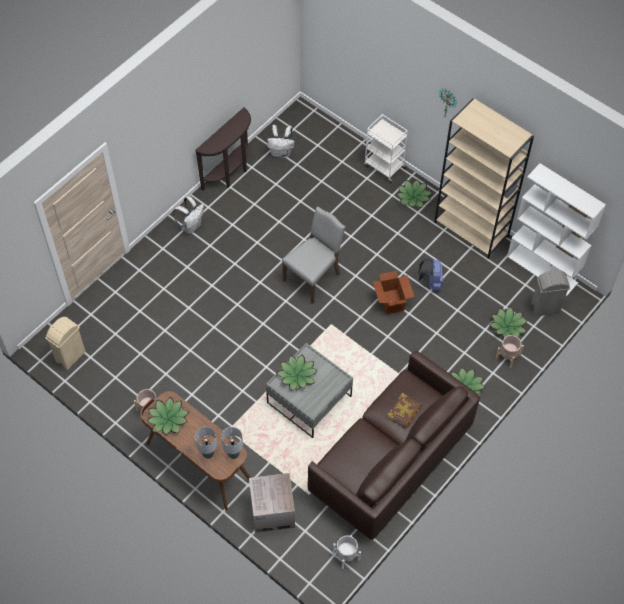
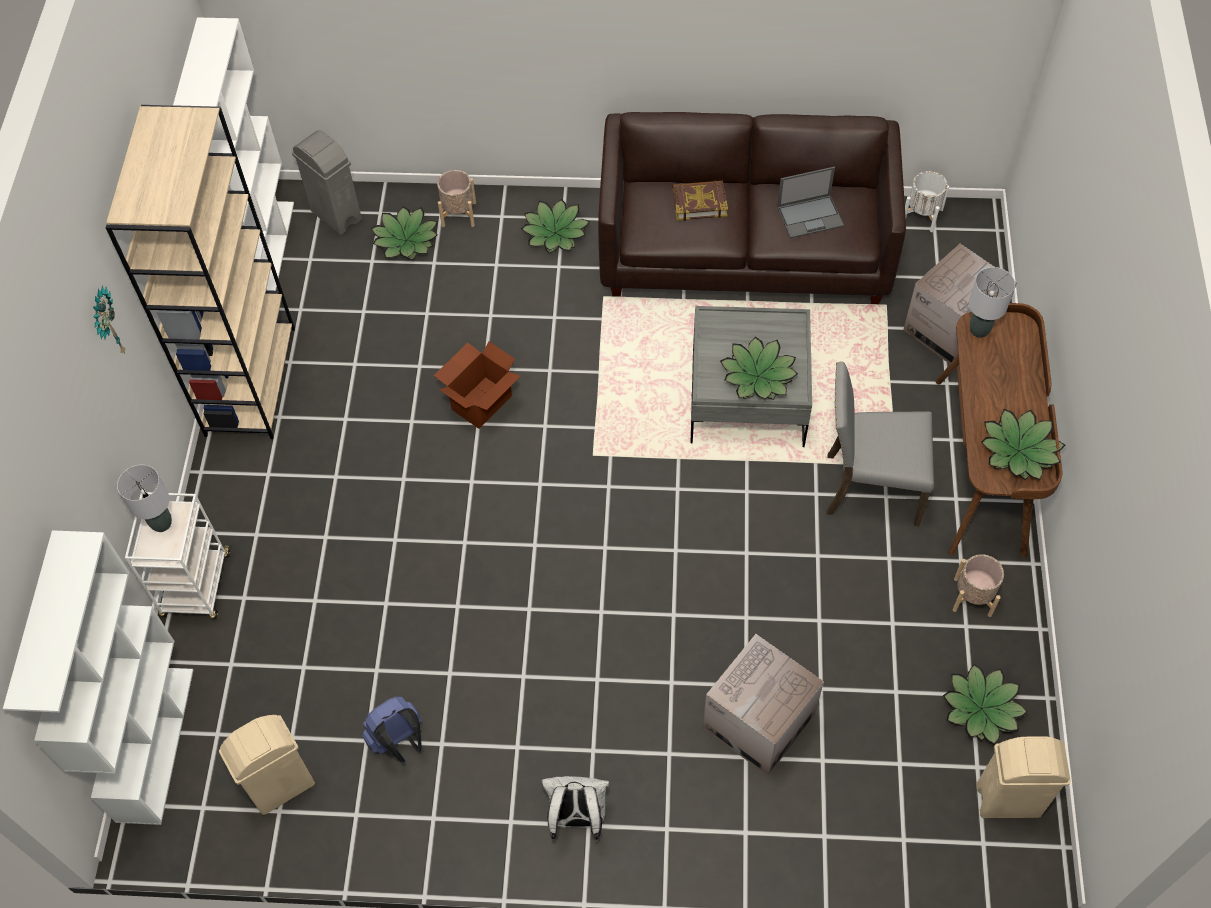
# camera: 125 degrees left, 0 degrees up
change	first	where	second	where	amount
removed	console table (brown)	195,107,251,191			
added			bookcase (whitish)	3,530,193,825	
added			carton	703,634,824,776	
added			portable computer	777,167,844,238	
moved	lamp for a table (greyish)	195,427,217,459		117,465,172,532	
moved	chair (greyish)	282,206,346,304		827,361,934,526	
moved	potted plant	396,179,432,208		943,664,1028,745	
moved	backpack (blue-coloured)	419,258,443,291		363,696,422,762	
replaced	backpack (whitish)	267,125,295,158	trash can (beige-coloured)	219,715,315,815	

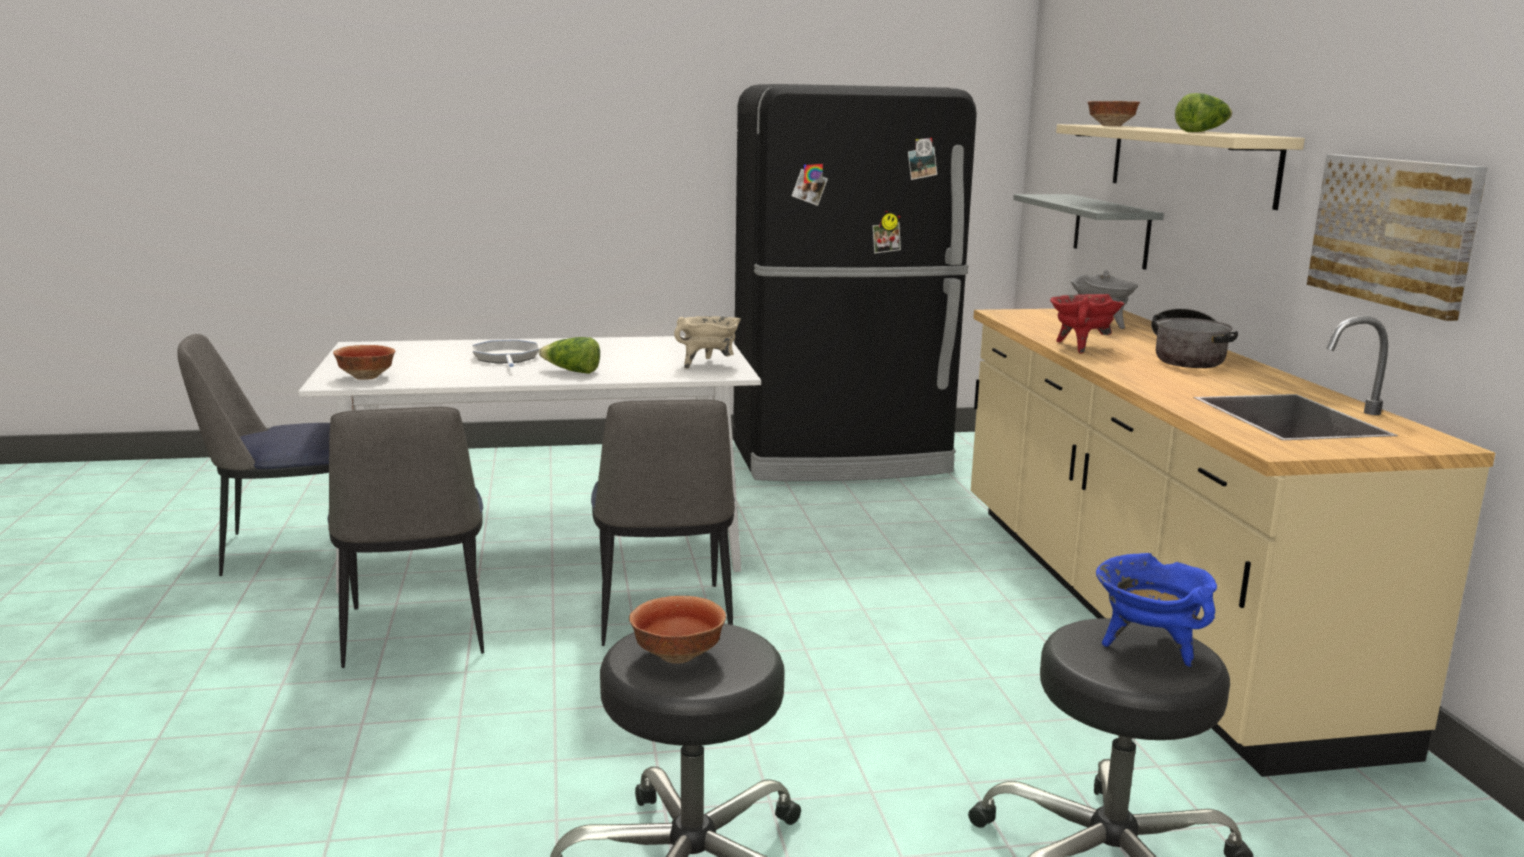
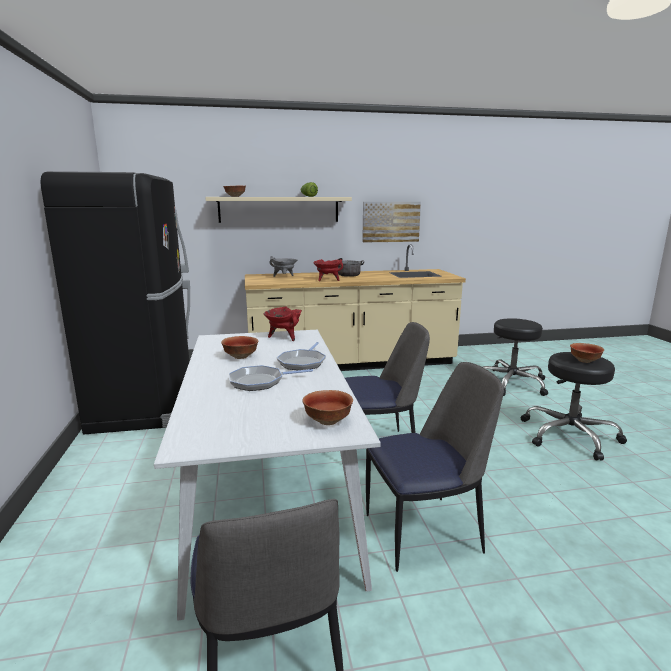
# camera: 90 degrees left, 0 degrees up
change	first	where	second	where	amount
removed	shelf (greyish)	1013,194,1164,270			
removed	saucepot (blue-coloured)	1096,553,1217,667			
added			bowl	221,336,259,359	
replaced	lettuce	539,337,600,374	skillet	277,342,326,370	
recoloured	saucepot (beige-coloured)	674,316,741,369	saucepot (red)	264,307,302,341	

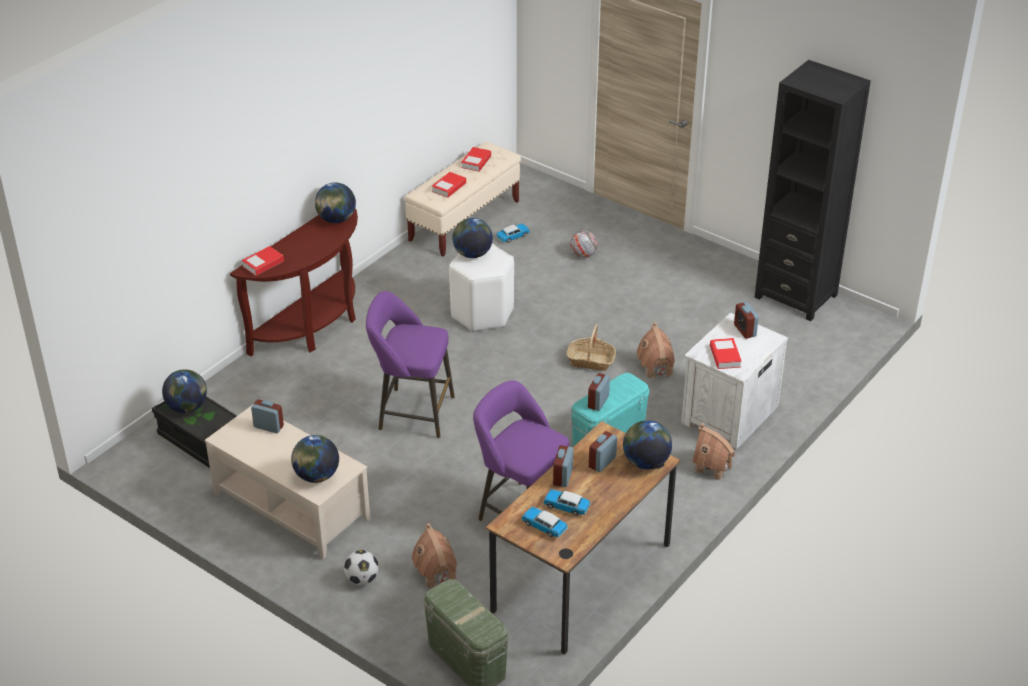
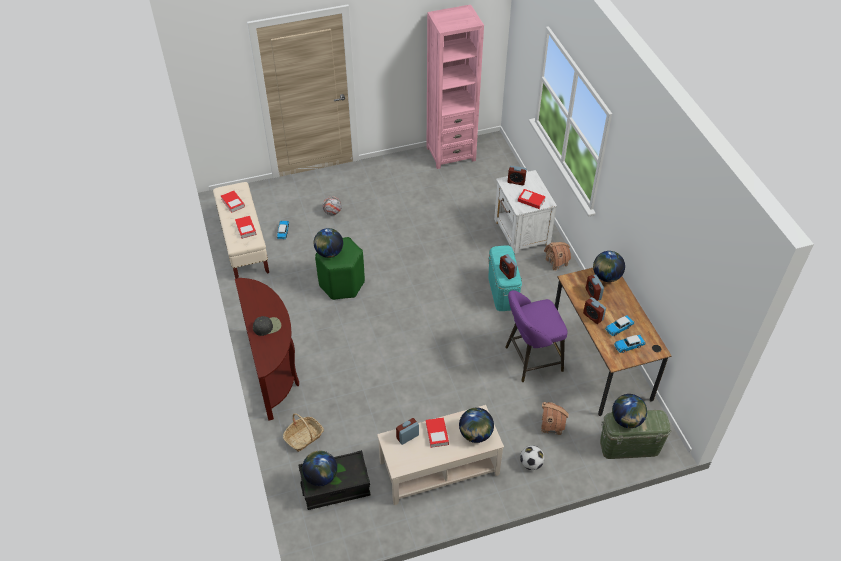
# camera: 55 degrees left, 10 degrees up
change	first	where	second	where	amount
removed	stool (purplish)	366,291,455,438			
removed	miniature house	637,322,675,379			
added			baseball cap (blackish)	253,316,281,336	
moved	book	242,246,284,276		426,418,449,448	
moved	globe	315,182,356,223		612,394,647,428	
moved	basket	567,324,616,371		283,413,324,452	
recoloured	stool (whitish)	449,244,514,332	stool (green)	315,237,365,300	
recoloured	bookcase (blackish)	755,60,871,321	bookcase (pink-coloured)	427,5,484,169	

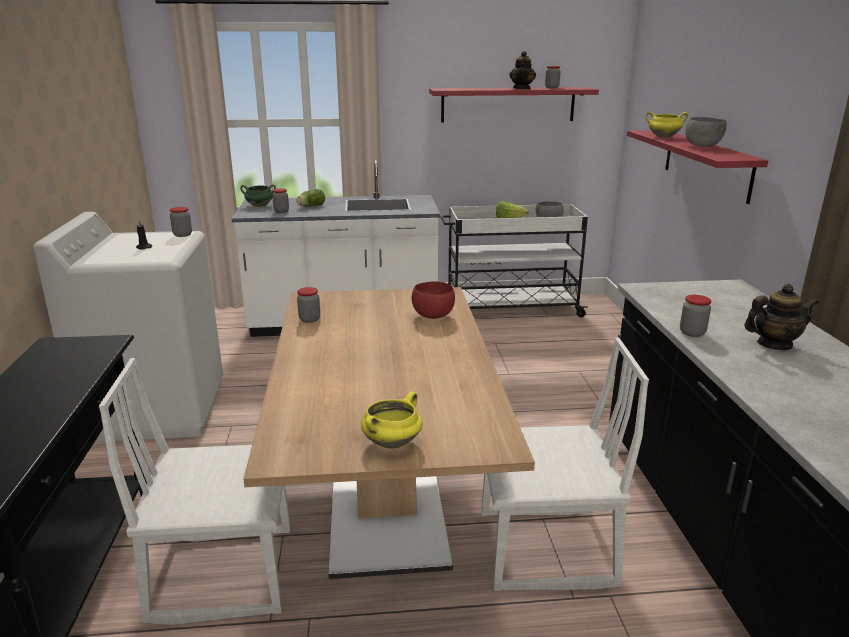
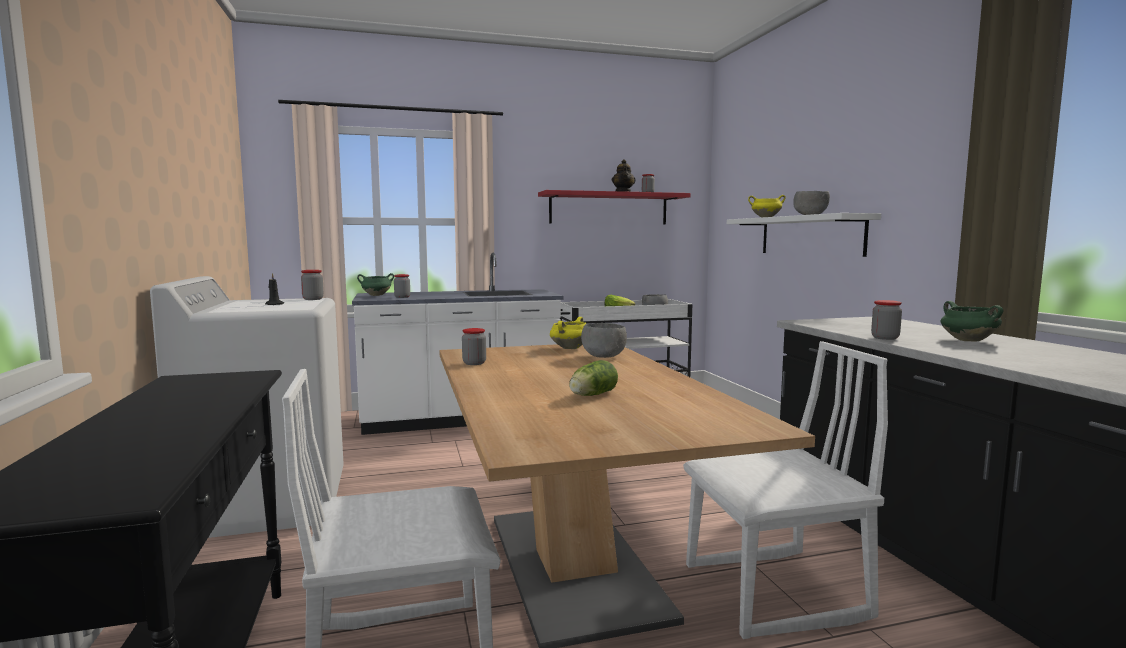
# camera: 10 degrees left, 15 degrees down
change	first	where	second	where	amount
moved	lettuce	296,189,325,206		569,360,618,396	
moved	saucepot (yellow)	361,391,423,449		550,317,586,349	
replaced	pot for tea	744,284,819,350	saucepot (green)	941,301,1003,342	
recoloured	bowl (red)	412,281,455,319	bowl (greyish)	581,323,627,358	
recoloured	shelf (red)	627,130,768,204	shelf (whitish)	727,213,881,257	

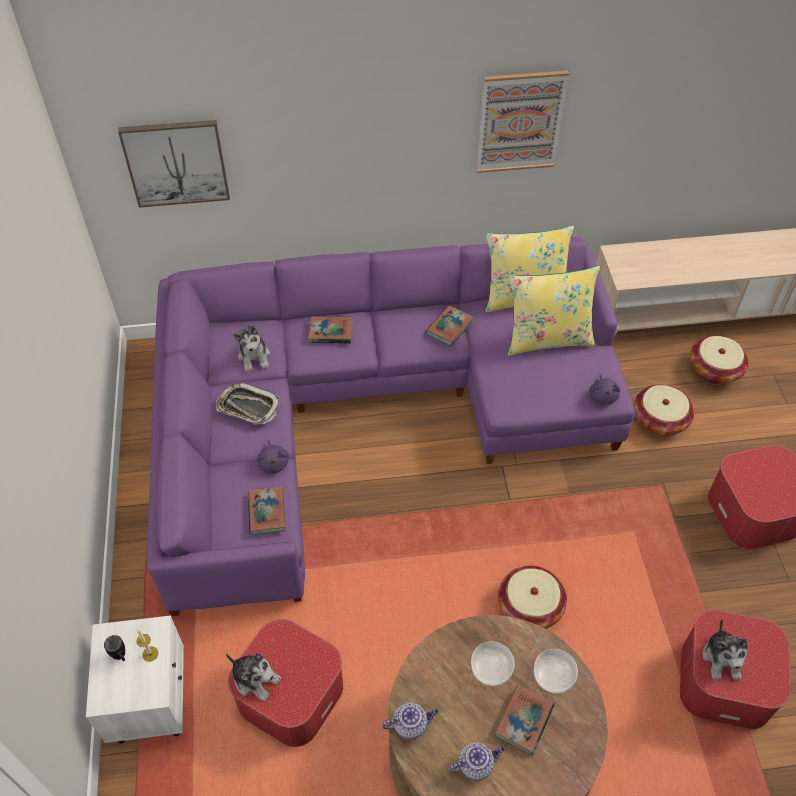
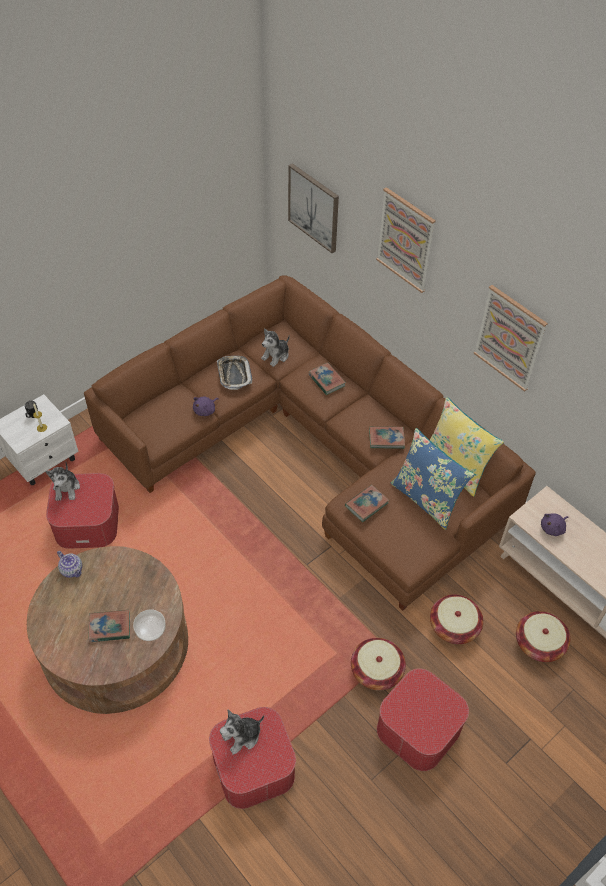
# camera: 55 degrees right, 0 degrees up
change	first	where	second	where	amount
removed	pot for tea	449,742,505,781			
removed	bowl	471,642,515,686			
added			wall picture	376,187,436,293	
moved	book	248,487,285,535		345,485,389,522	
moved	basket	498,566,567,629		351,638,406,691	
moved	plush toy (purplish)	589,375,620,404		541,514,569,536	
recoloured	couch (purplish)	147,237,635,616	couch (brown)	84,275,536,611	
recoloured	cushion (yellow)	508,266,600,355	cushion (blue-coloured)	391,428,475,530	

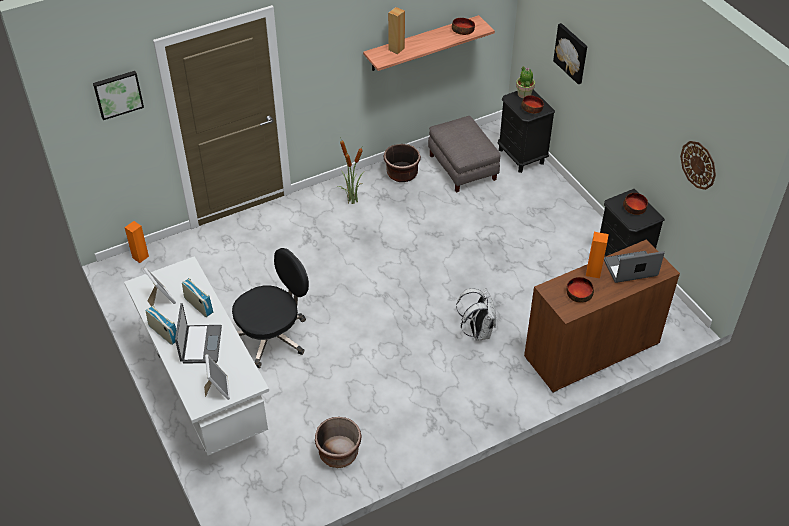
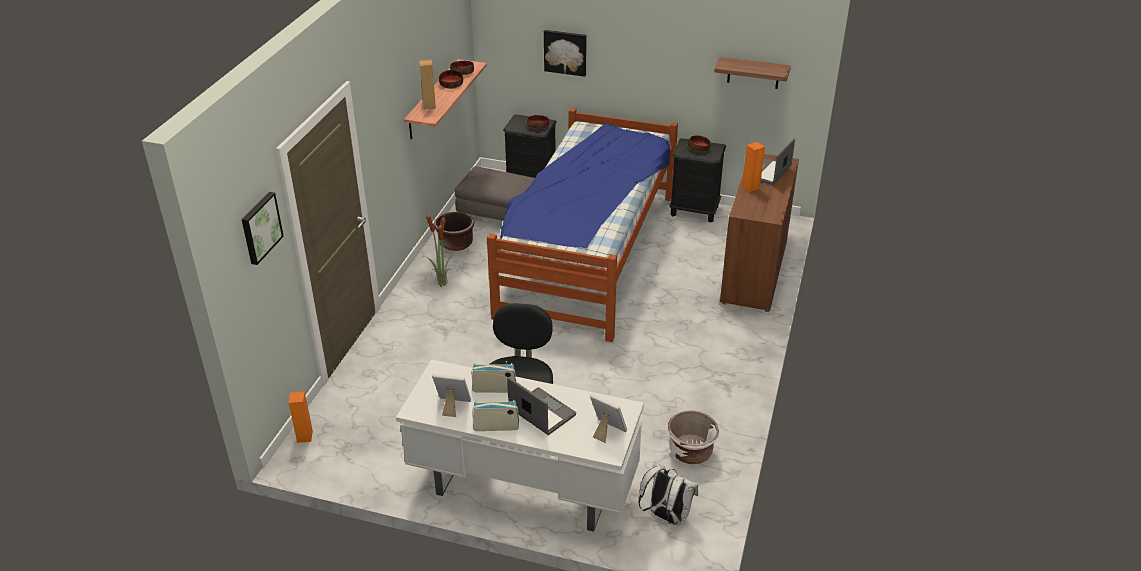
# camera: 45 degrees left, 10 degrees down
change	first	where	second	where	amount
removed	potted plant	516,66,535,98			
added			bed	487,108,678,342	
moved	backpack (whitish)	456,288,496,340		638,462,698,526	
moved	bowl	567,277,594,303		439,70,463,89	
replaced	wall clock	680,141,716,190	shelf	714,57,791,89	
recoloured	planter (brown)	315,417,362,468	planter (whitish)	667,411,719,464	

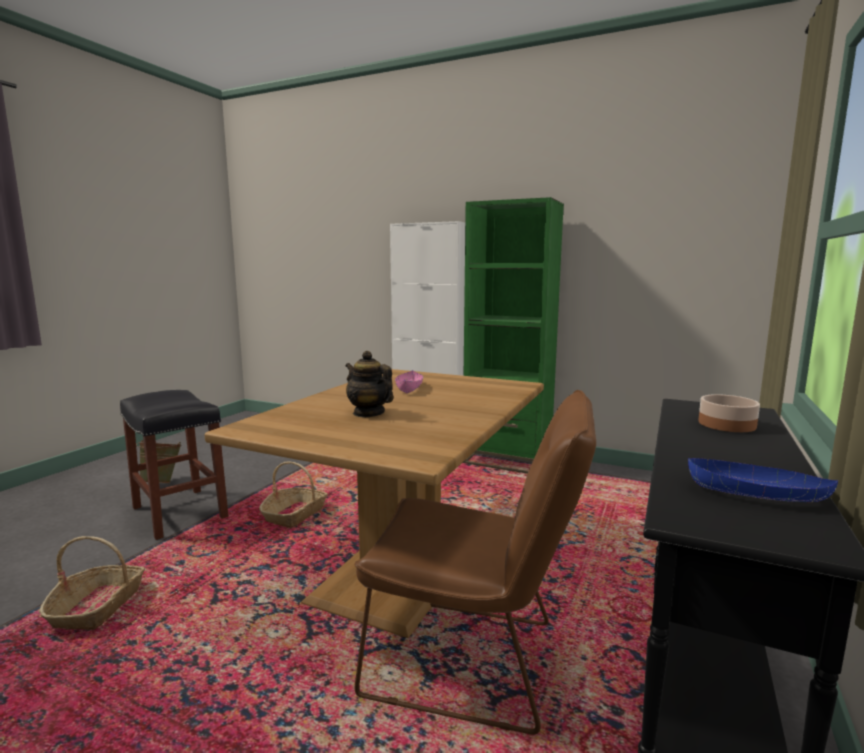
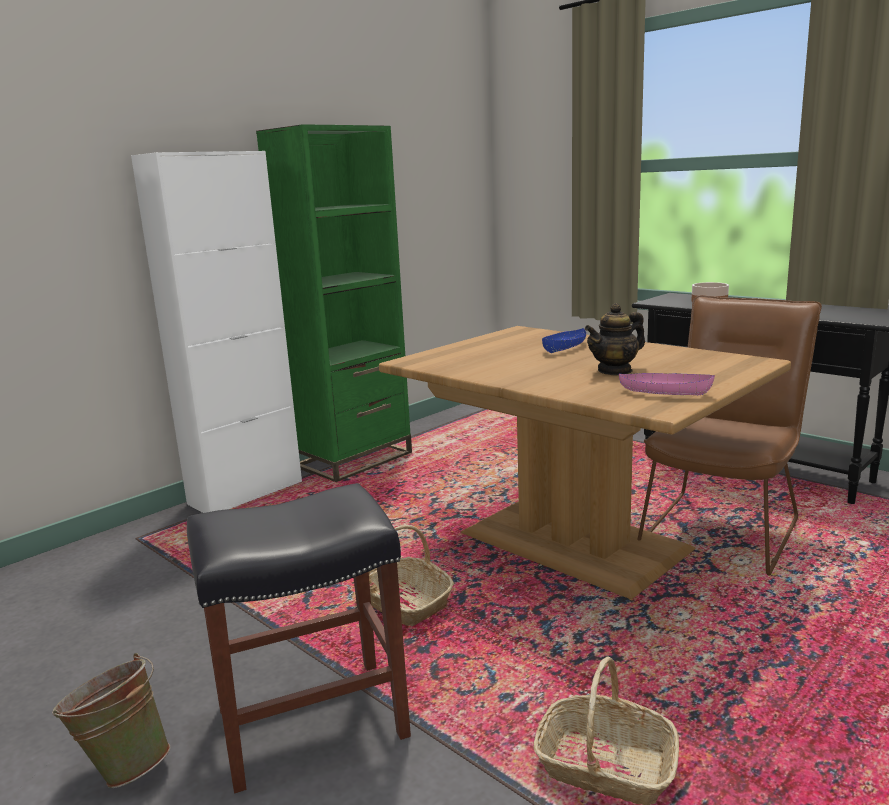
# camera: 70 degrees left, 5 degrees up
change	first	where	second	where	amount
moved	bowl (pink-coloured)	395,370,423,393		619,373,715,395	
moved	bowl (blue-coloured)	688,458,838,503		542,328,586,353	

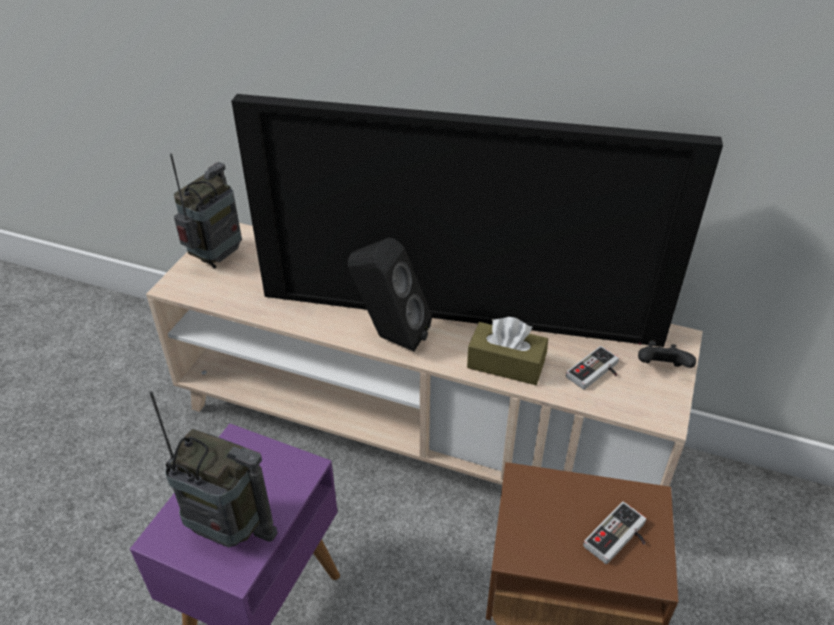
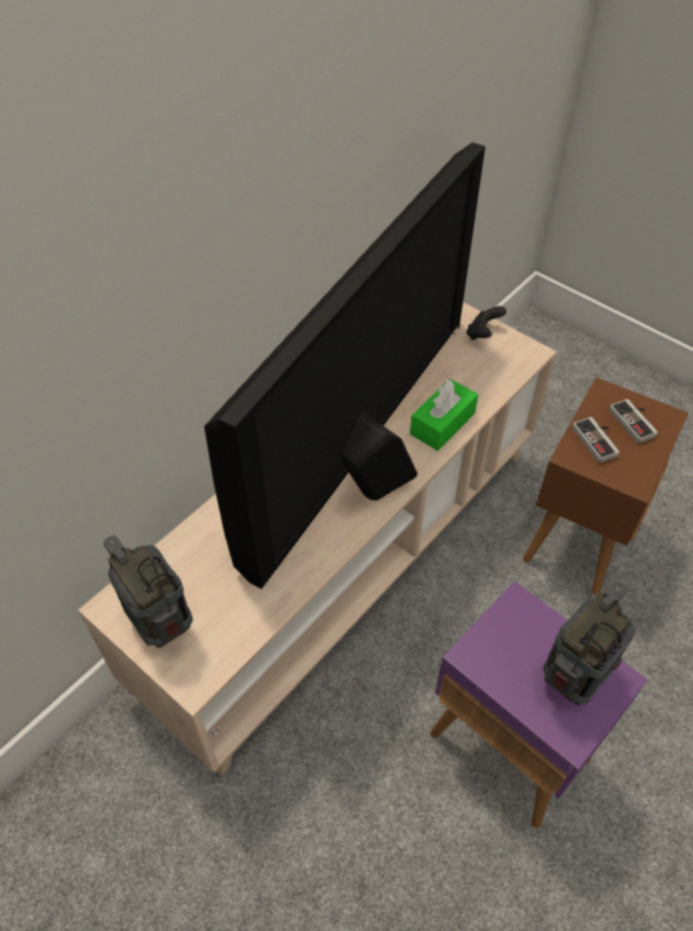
# camera: 70 degrees left, 10 degrees up
change	first	where	second	where	amount
moved	joypad	566,346,619,390		572,417,619,463	
recoloured	tissue box (brown)	467,317,548,385	tissue box (green)	410,379,478,451	

